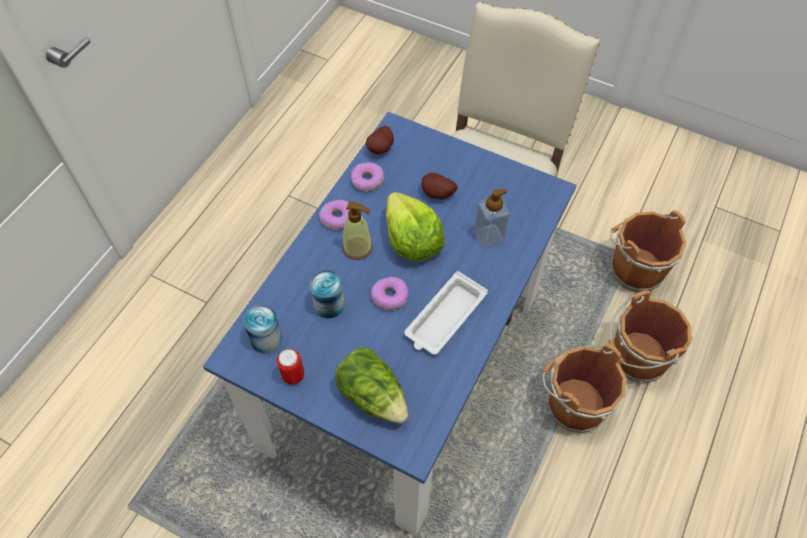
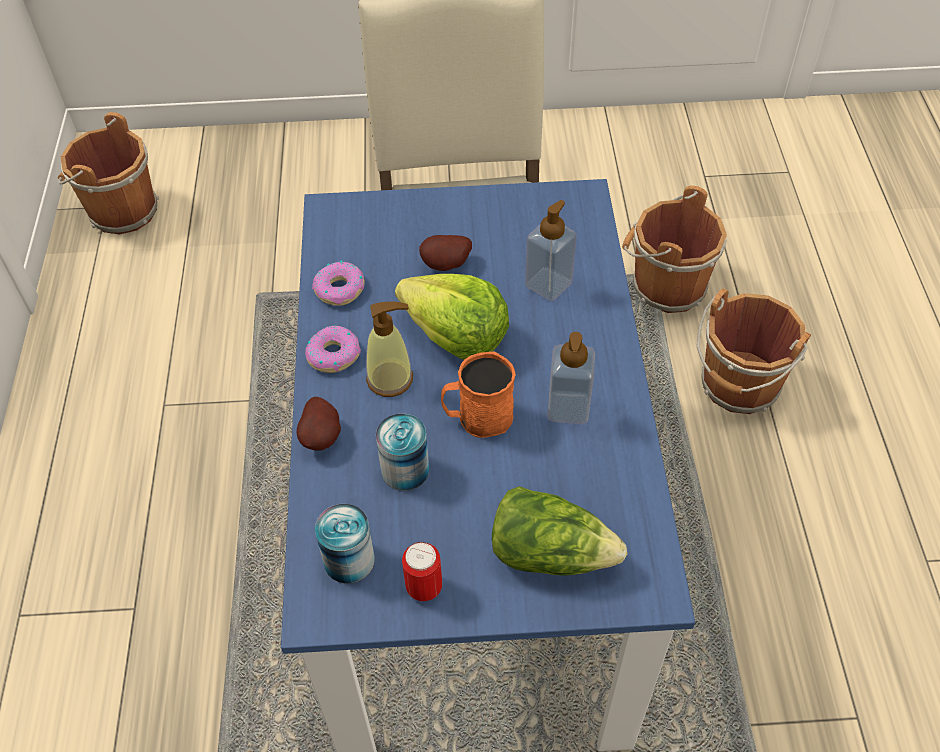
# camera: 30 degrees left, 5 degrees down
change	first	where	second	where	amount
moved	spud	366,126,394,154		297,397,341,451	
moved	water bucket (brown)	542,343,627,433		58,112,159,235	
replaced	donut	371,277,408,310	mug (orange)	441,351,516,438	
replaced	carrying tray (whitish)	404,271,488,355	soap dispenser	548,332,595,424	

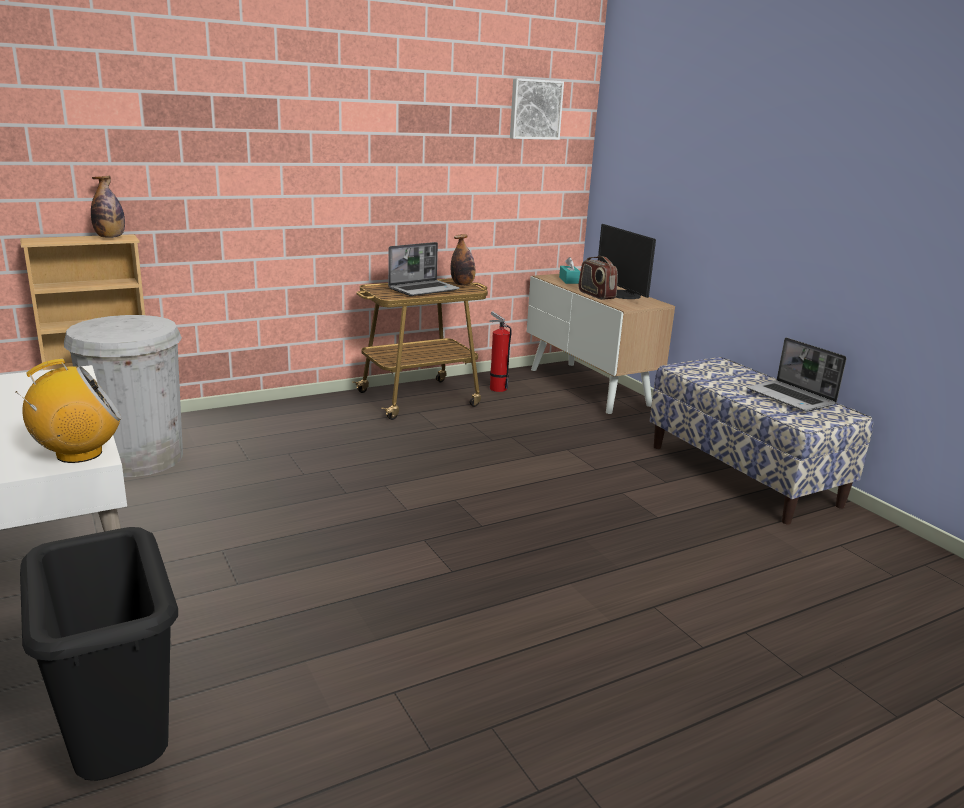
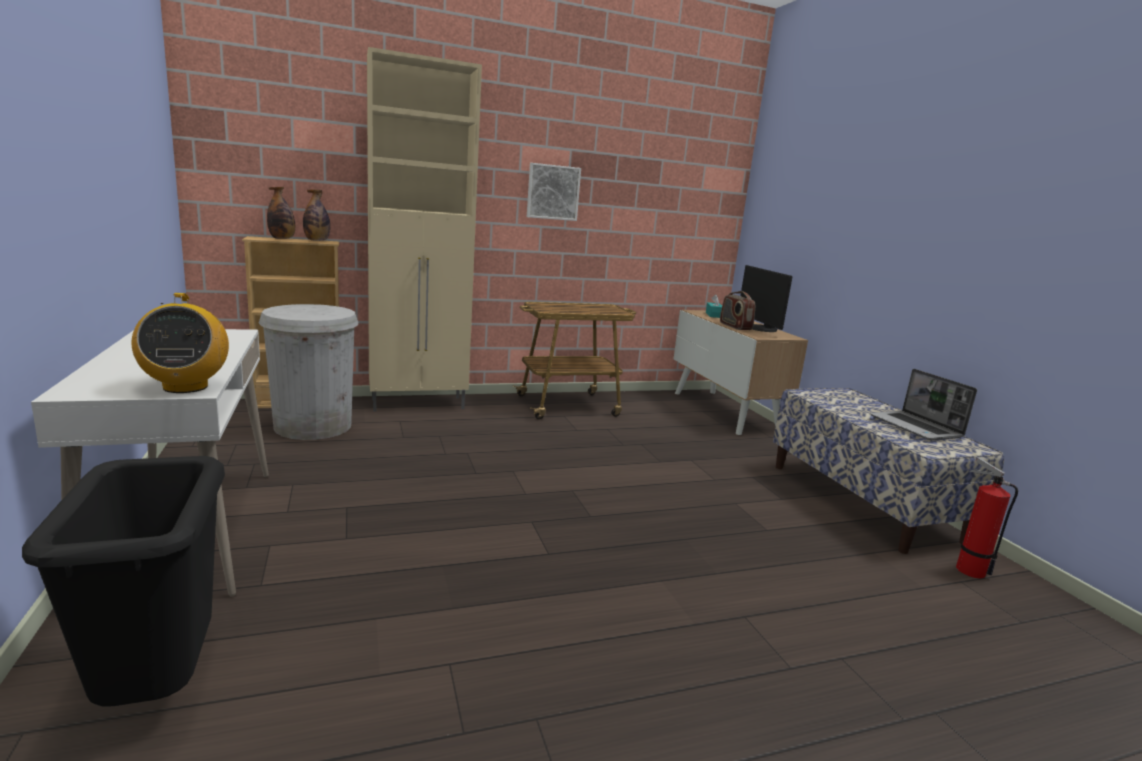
# camera: 10 degrees right, 5 degrees down
change	first	where	second	where	amount
removed	portable computer	388,242,460,296			
added			cabinet (beige-coloured)	367,47,482,412	
moved	drink bottle	451,234,475,285		267,187,295,239	
moved	fire extinguisher	489,311,512,392		956,457,1018,578	
moved	wall picture	510,78,564,140		527,163,581,221	
turned	radio	15,359,122,463		131,293,229,393	90 degrees clockwise

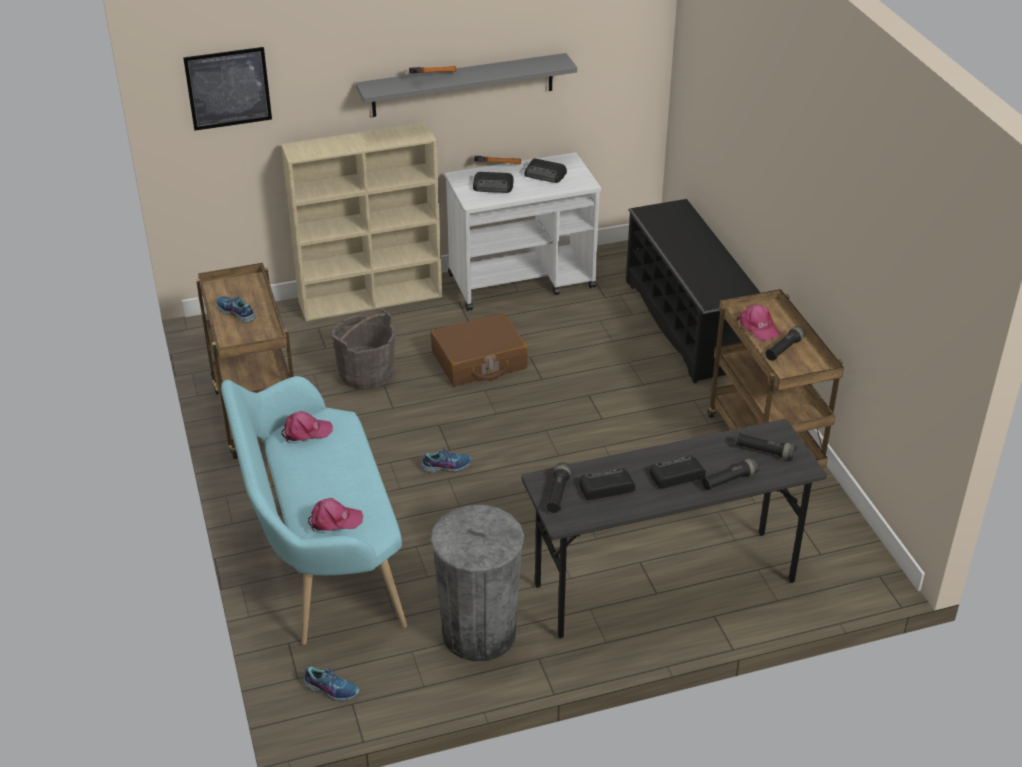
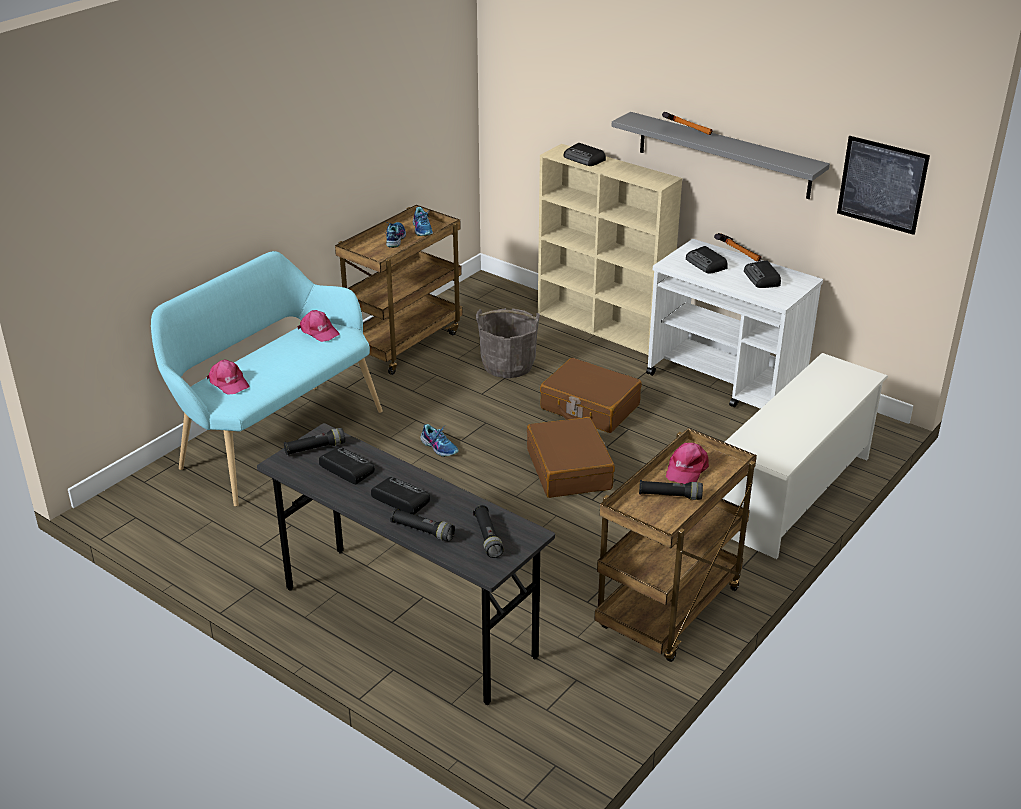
# camera: 55 degrees right, 5 degrees down
change	first	where	second	where	amount
removed	trash can (greyish)	430,505,524,662			
added			travel case (brown)	527,417,615,498	
added			radio	564,143,606,166	
moved	wall picture	183,47,272,131		837,136,930,235	
moved	low shoe	303,662,359,702		413,207,433,236	
recoloured	shoe shelf (blackish)	626,199,760,384	shoe shelf (whitish)	723,353,888,559	

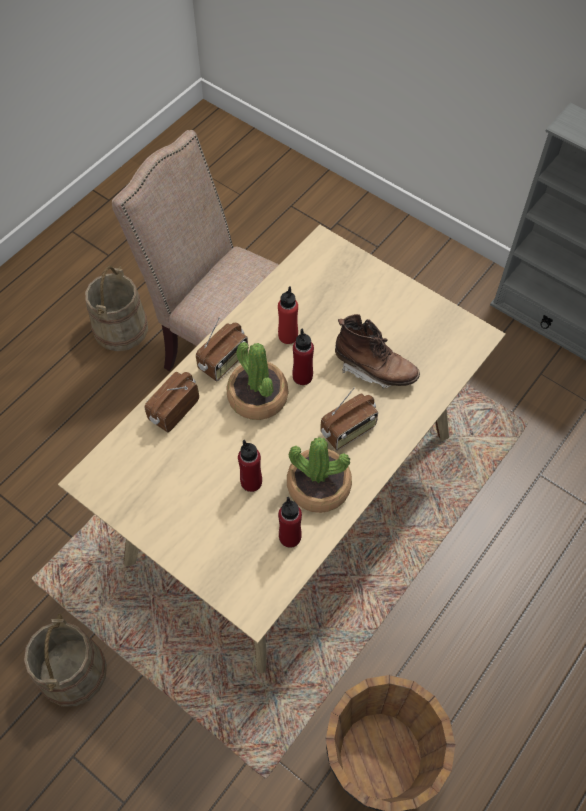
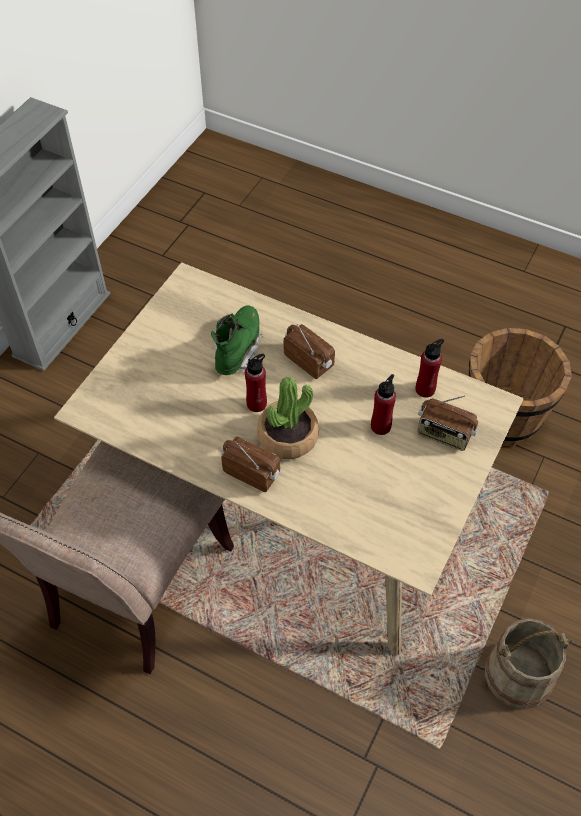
# camera: 100 degrees left, 5 degrees down
change	first	where	second	where	amount
removed	water bucket (beige-coloured)	85,266,148,351			
removed	drink bottle (red)	278,286,298,344			
removed	potted plant	287,437,352,513			
moved	radio	145,372,199,432		418,395,479,451	
recoloured	boot (brown)	335,314,420,388	boot (green)	211,305,263,375	

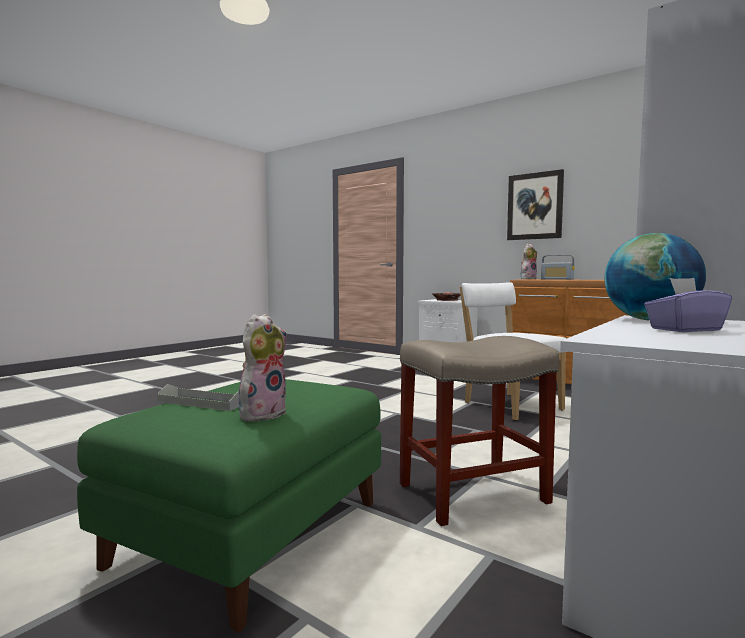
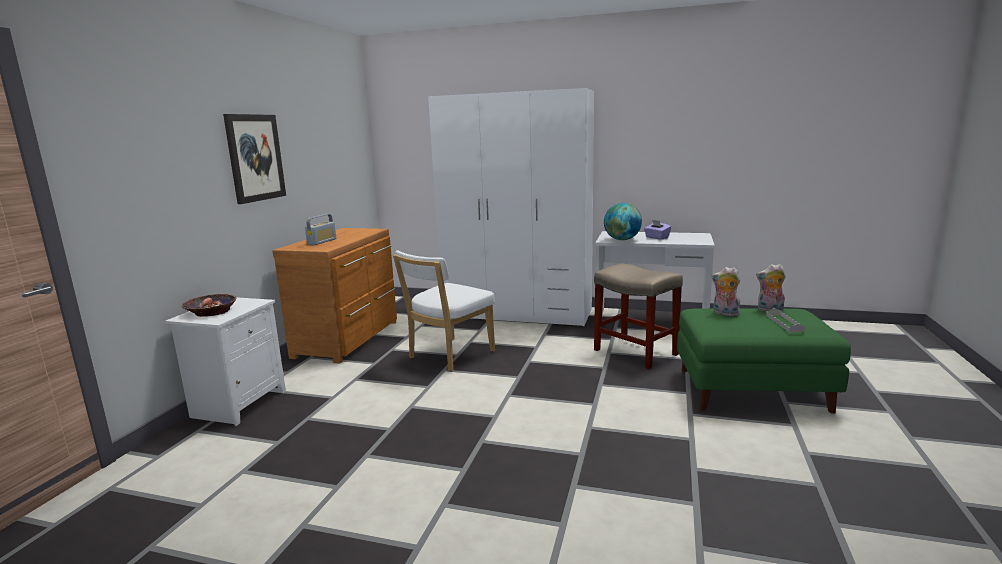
# camera: 110 degrees left, 10 degrees up
change	first	where	second	where	amount
moved	plush toy	520,244,537,279		712,267,740,316	

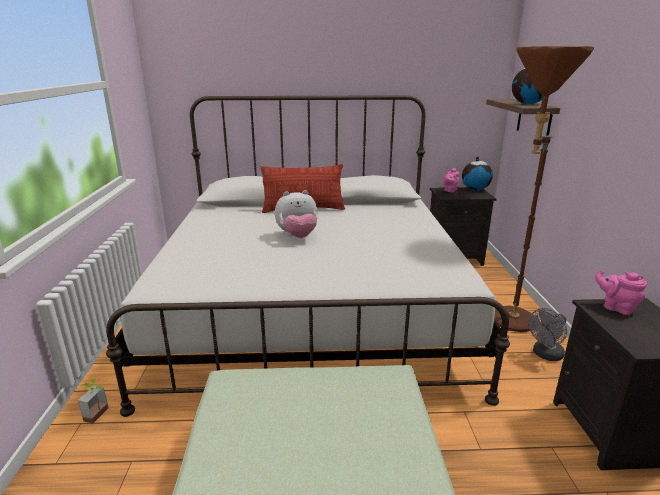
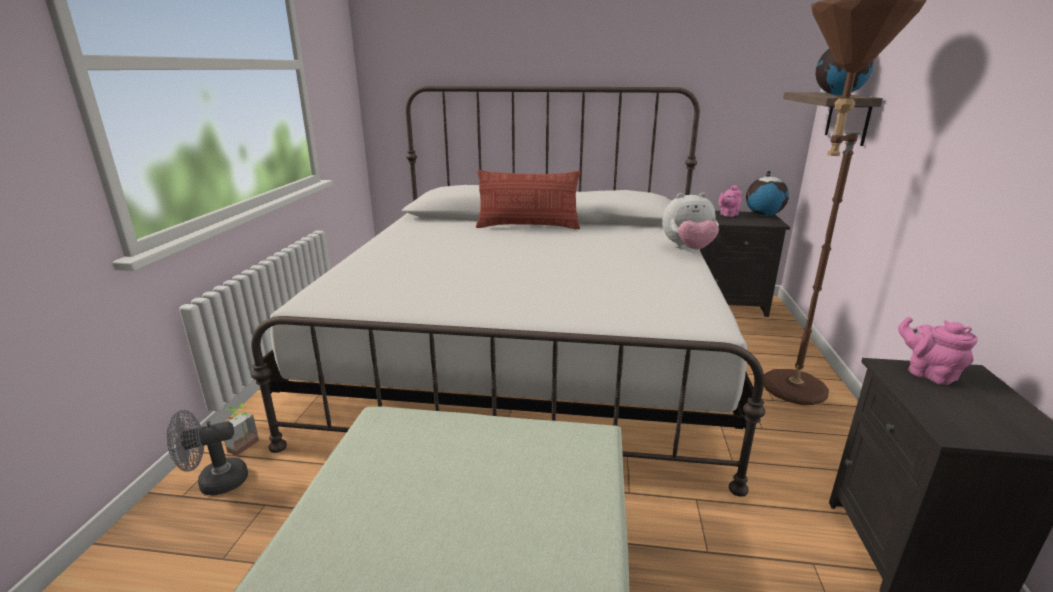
# camera: 10 degrees right, 0 degrees up
change	first	where	second	where	amount
moved	plush toy	275,190,318,238		662,192,719,250	
moved	cooling fan (greyish)	528,308,567,361		167,410,248,495	

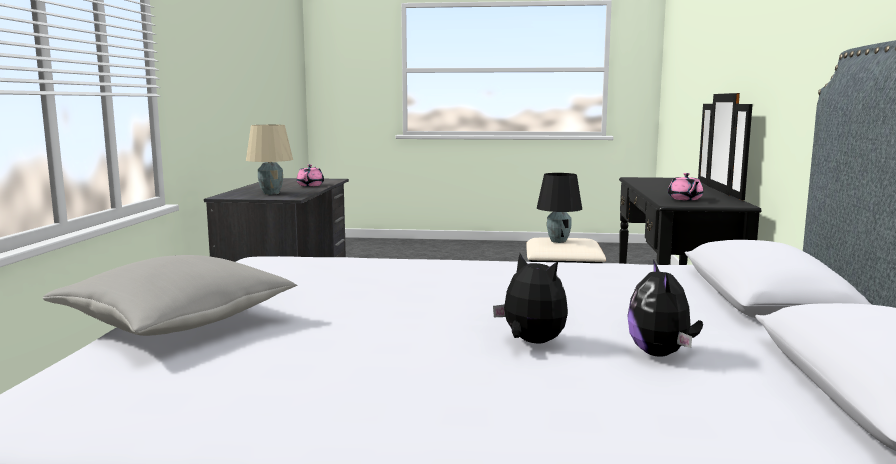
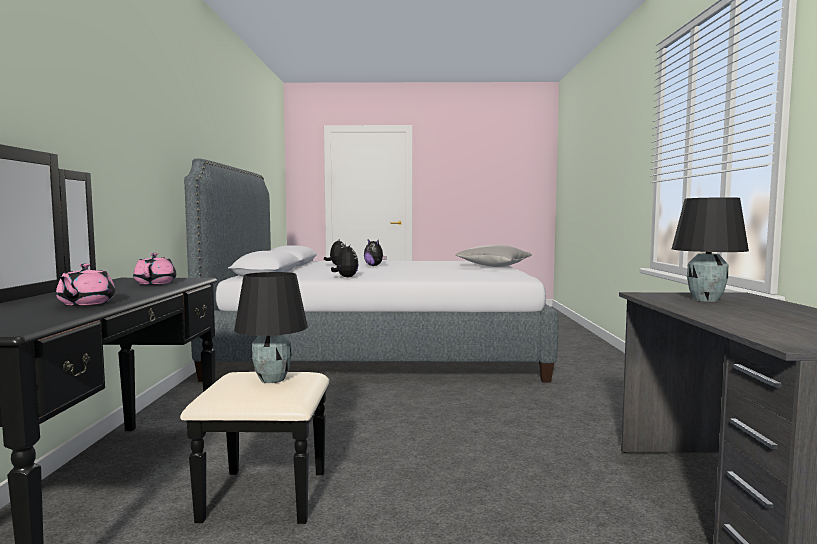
# camera: 175 degrees right, 5 degrees down
change	first	where	second	where	amount
added			plush toy	331,244,359,277	
moved	pot for tea (pink-coloured)	297,164,324,186		56,263,115,306	
recoloured	lamp for a table (beige-coloured)	246,125,293,195	lamp for a table (blackish)	672,197,749,302	

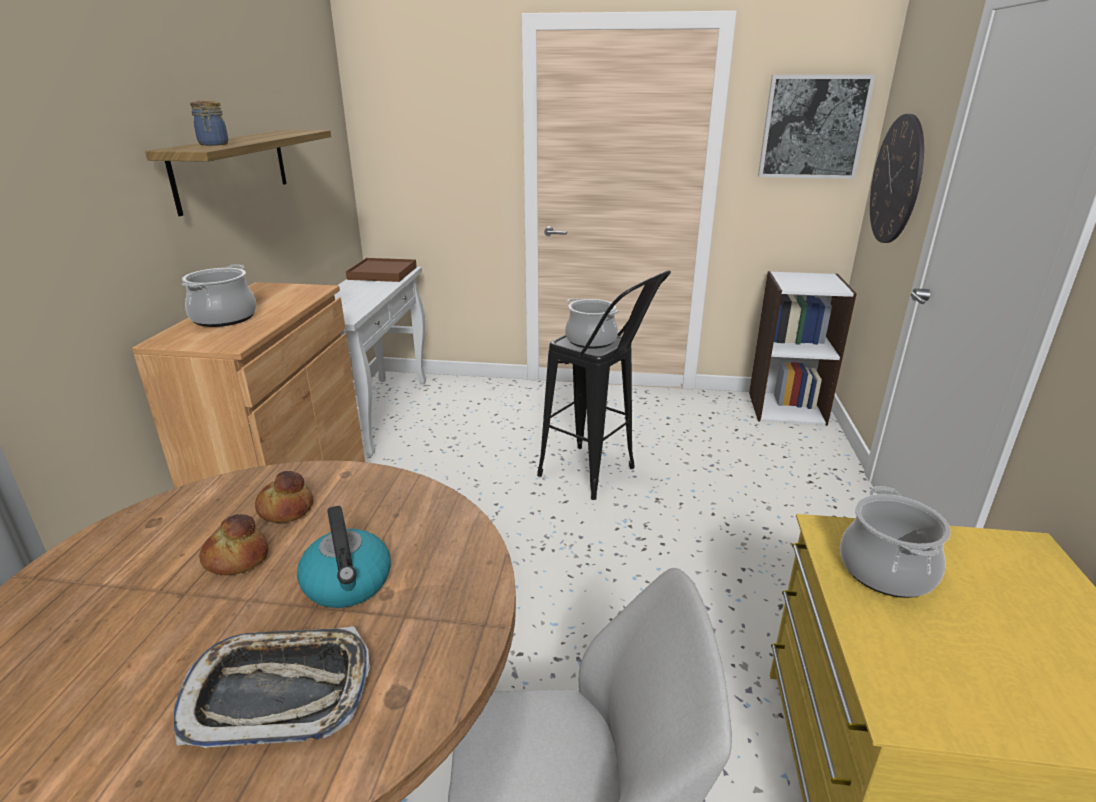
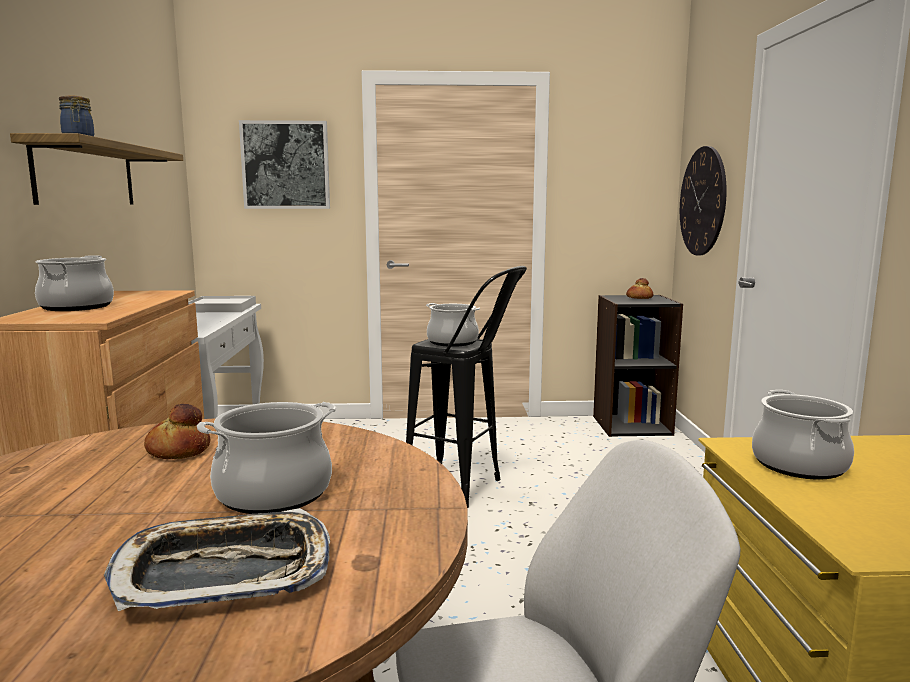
# camera: 10 degrees left, 15 degrees down
change	first	where	second	where	amount
moved	bread	199,514,268,575		626,278,653,299	
moved	wall picture	758,75,875,179		239,120,330,209	
replaced	tea kettle	297,506,391,608	saucepot	197,402,336,514	
recoloured	carrying tray (brown)	346,258,417,282	carrying tray (whitish)	188,296,256,312	
recoloured	bookcase (whitish)	749,271,857,426	bookcase (blackish)	593,295,683,437	

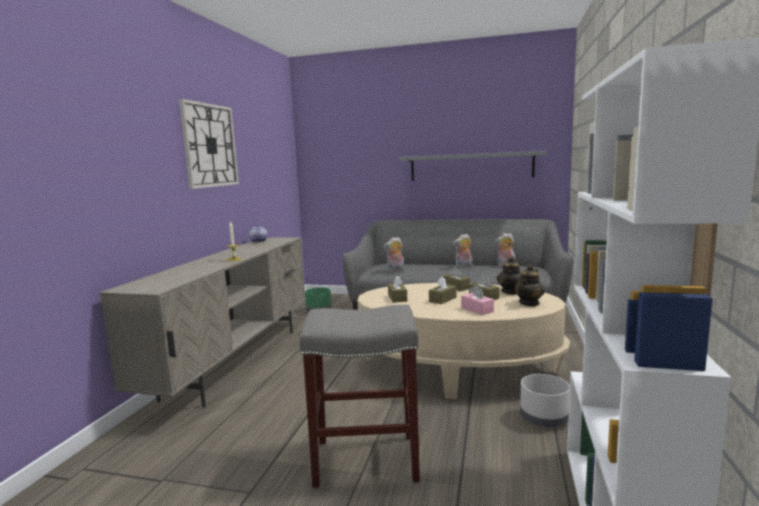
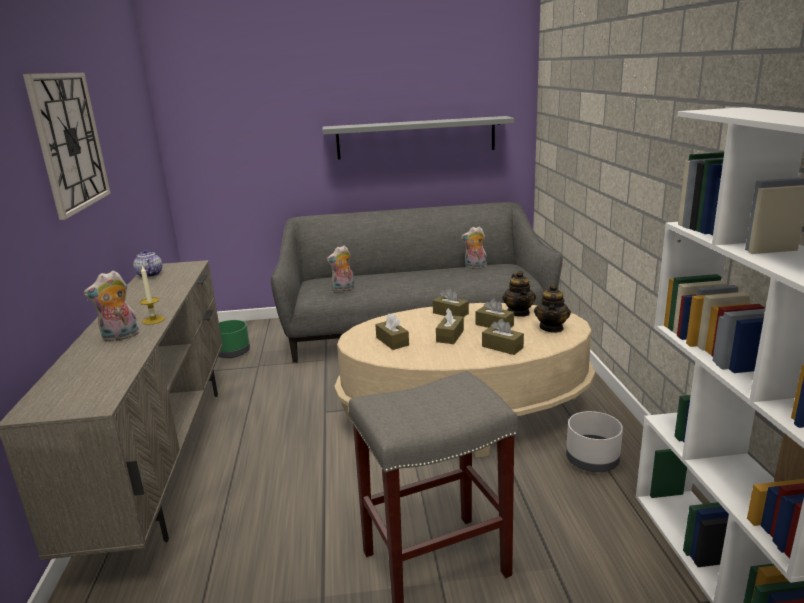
# camera: 20 degrees left, 10 degrees up
change	first	where	second	where	amount
moved	plush toy	453,234,472,268		84,271,139,342	
recoloured	tissue box (pink-coloured)	461,285,494,315	tissue box (brown)	482,319,524,355	

